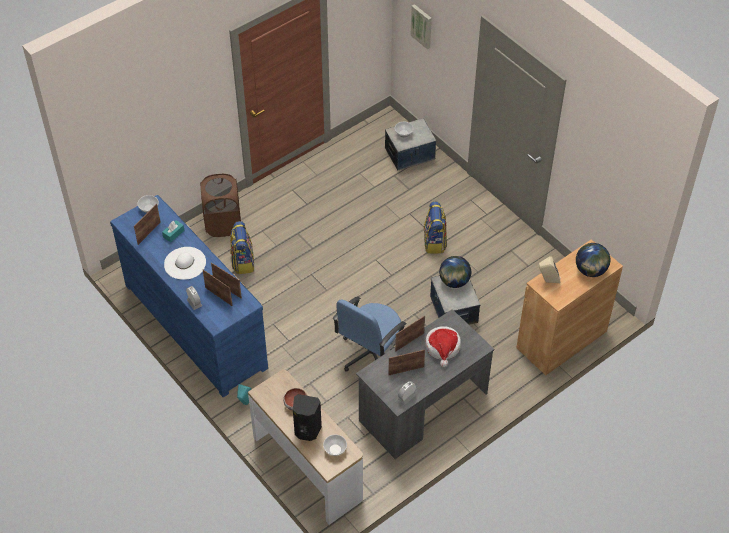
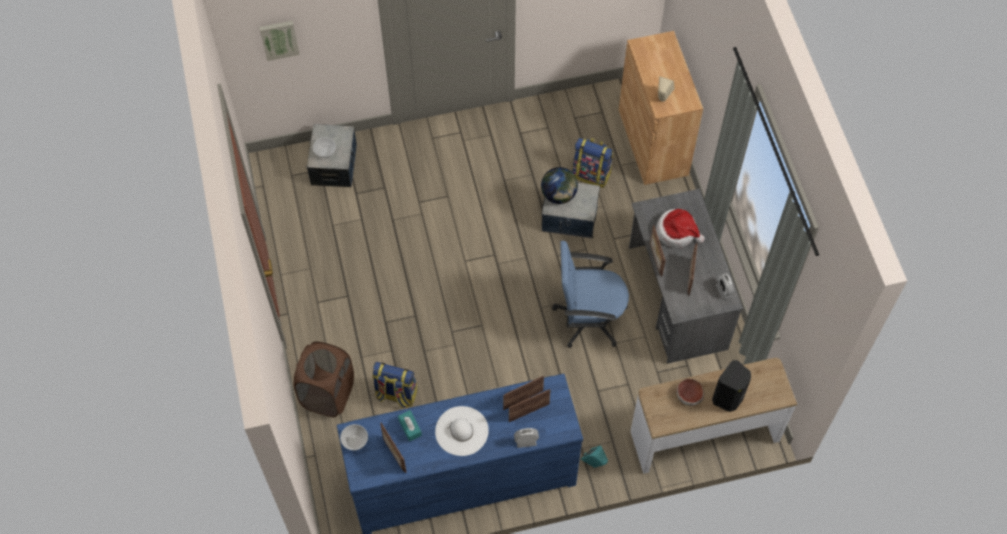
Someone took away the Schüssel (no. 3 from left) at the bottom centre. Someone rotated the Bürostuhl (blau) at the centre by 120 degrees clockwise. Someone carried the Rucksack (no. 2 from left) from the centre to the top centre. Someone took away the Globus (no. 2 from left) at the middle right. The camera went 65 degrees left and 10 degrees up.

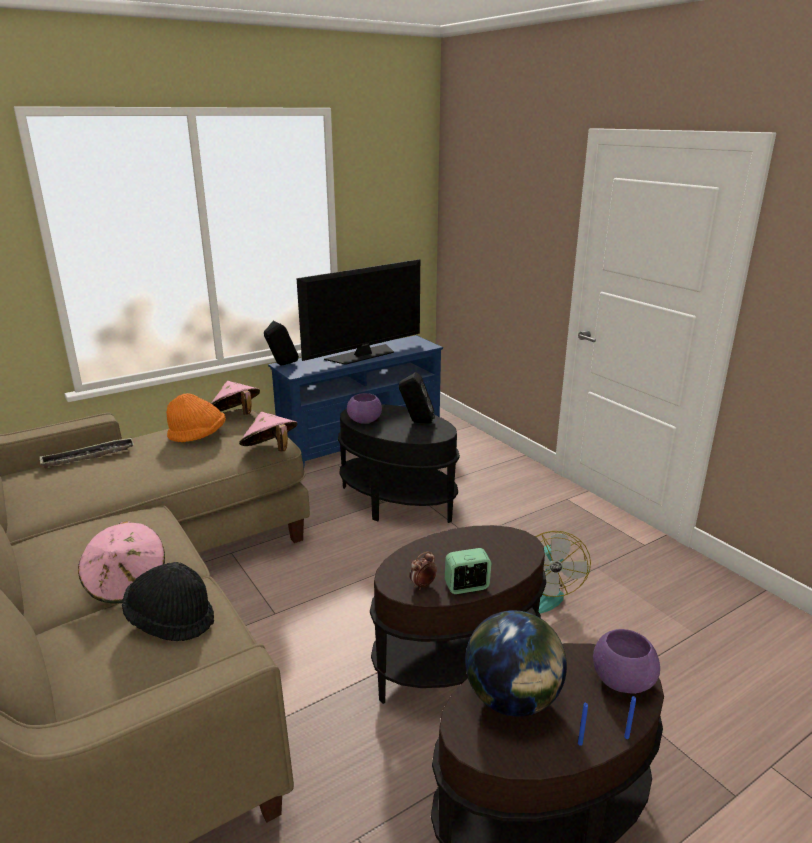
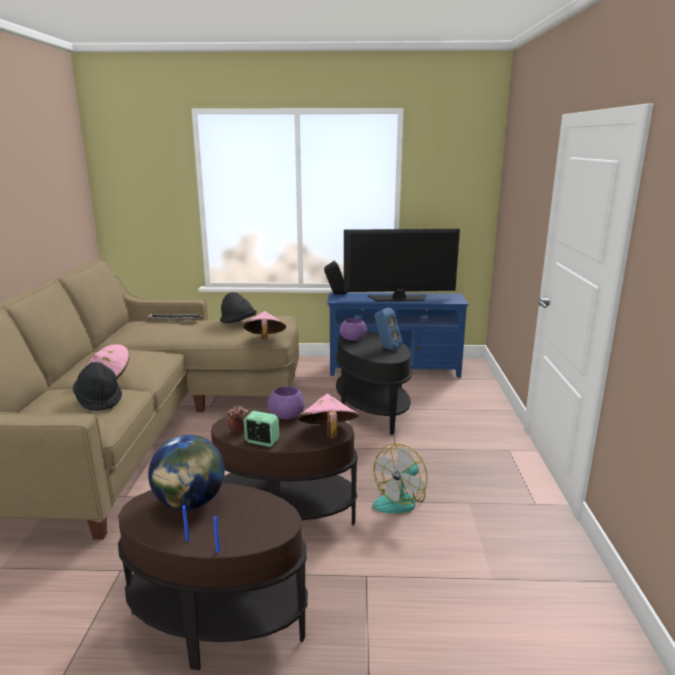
Someone repainted the Hut (orange) at the middle left, which became the Hut (schwarz) (no. 2 from left) at the centre. Someone carried the Hut (rosa) (no. 2 from left in the first image) from the middle left to the centre. Someone repainted the Lautsprecher (schwarz) (no. 2 from left) at the centre, which became the Lautsprecher (blau) at the centre. Someone carried the Schüssel (lila) (no. 2 from left in the first image) from the bottom right to the centre. The camera went 35 degrees right and 5 degrees down.

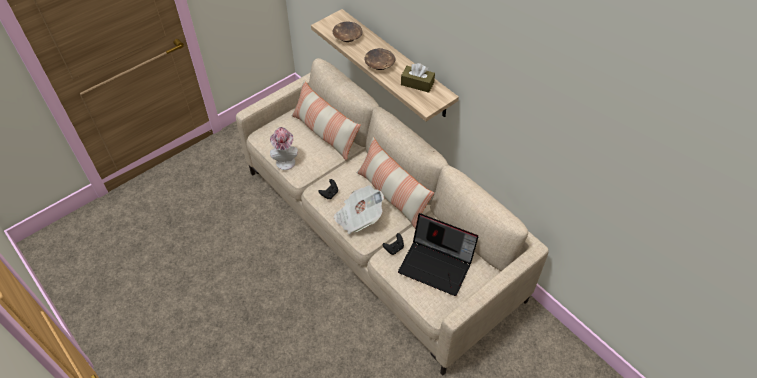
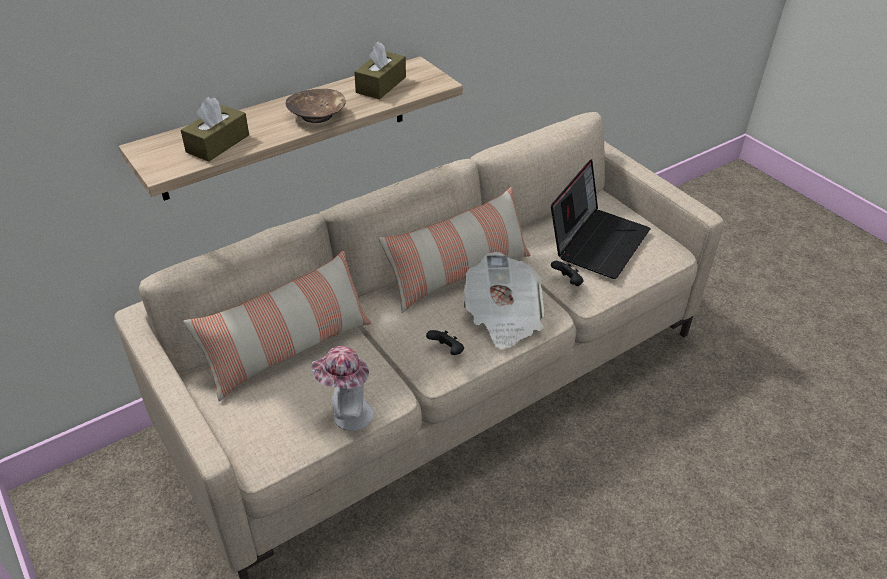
Someone swapped the Schüssel (braun) (no. 1 from left) at the top centre for the Taschentuchbox (braun) (no. 1 from left) at the top left. The camera went 85 degrees left and 10 degrees down.

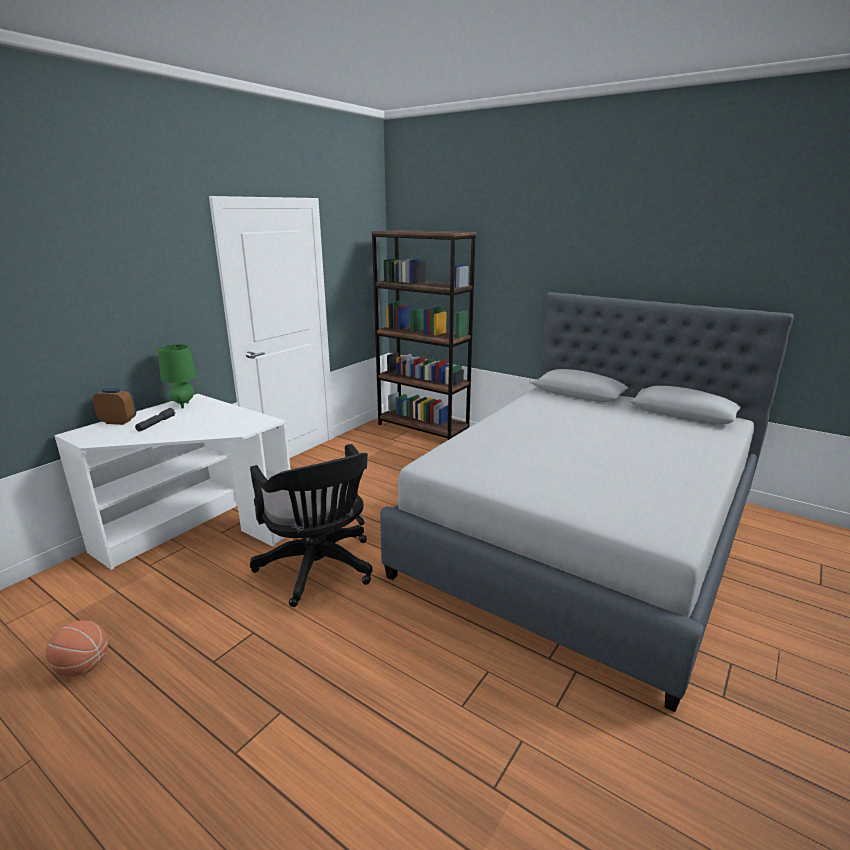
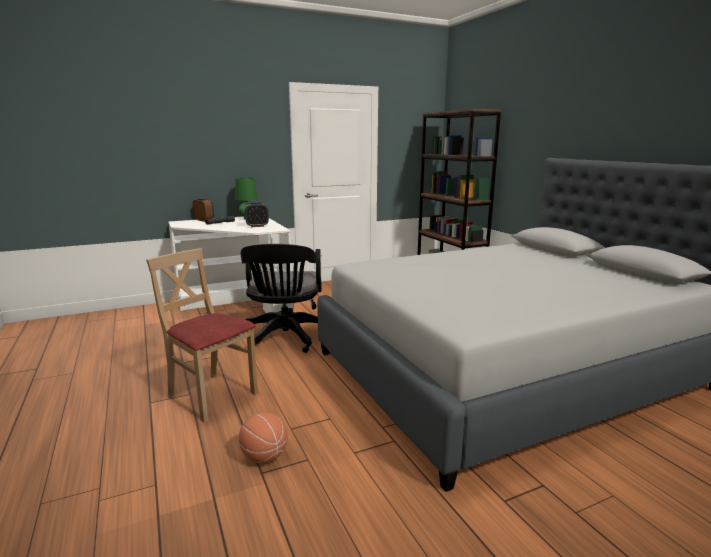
Someone carried the Basketball from the bottom left to the bottom centre. Someone put down the Stuhl (beige) at the middle left. Someone put down the Wecker (no. 2 from left) at the centre. The camera went 30 degrees right and 5 degrees down.

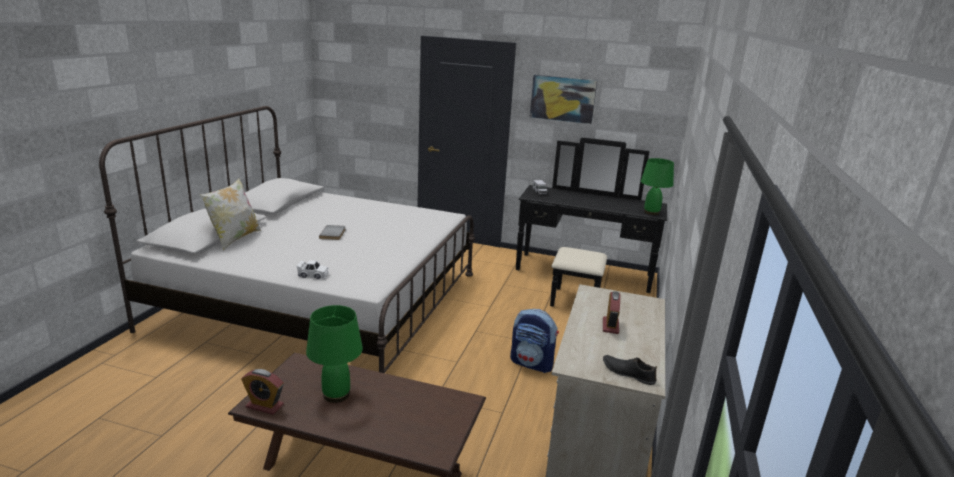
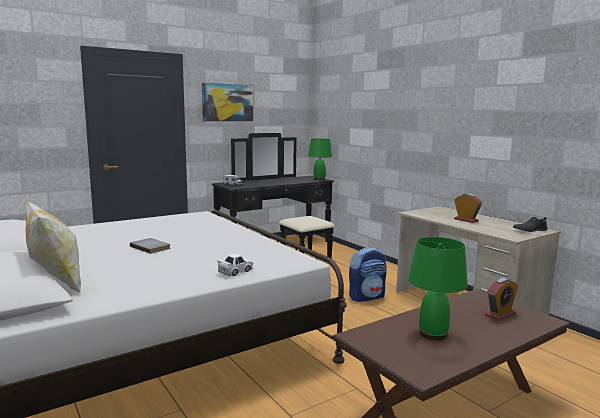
Someone carried the Wecker (no. 1 from left in the first image) from the bottom left to the bottom right. The camera went 50 degrees left and 10 degrees down.

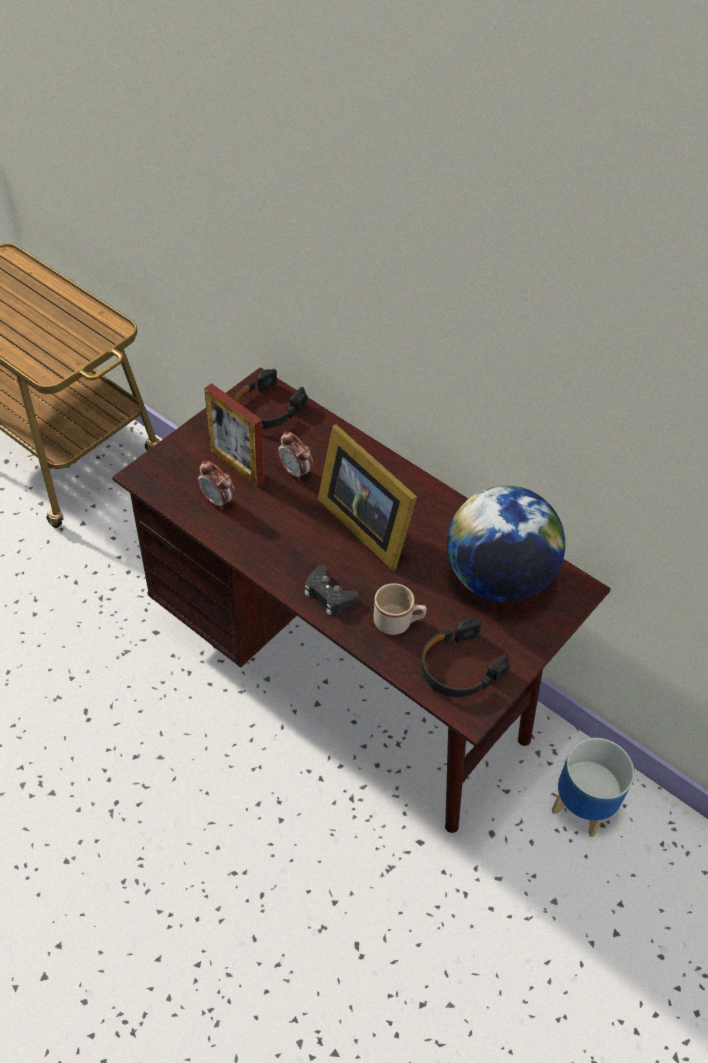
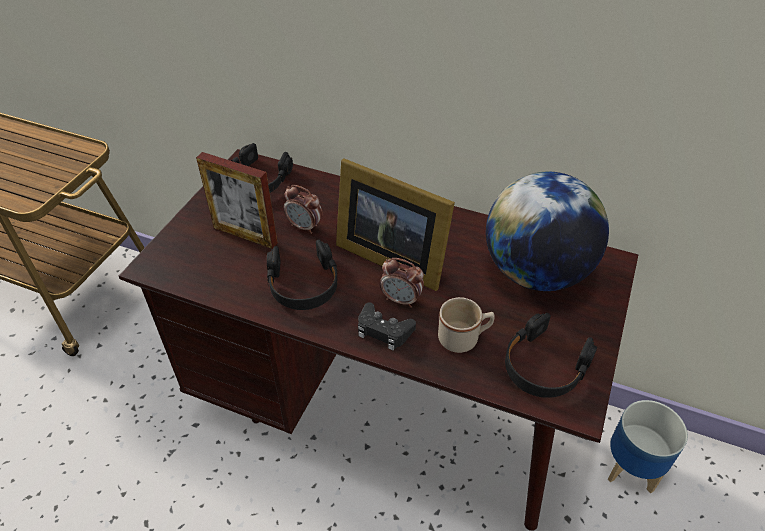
Someone carried the Wecker (no. 1 from left in the first image) from the middle left to the centre. Someone put down the Kopfhörer (schwarz) (no. 2 from left) at the centre. The camera went 15 degrees left and 5 degrees down.

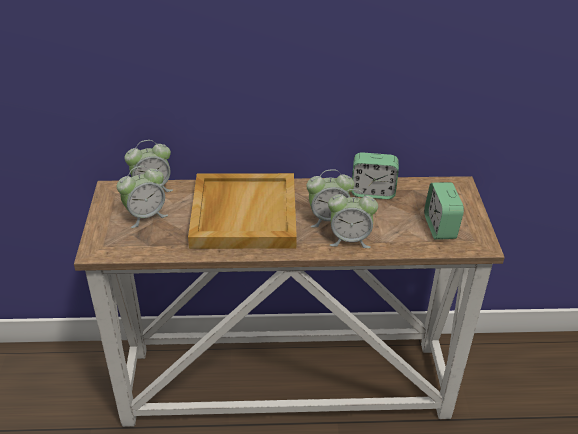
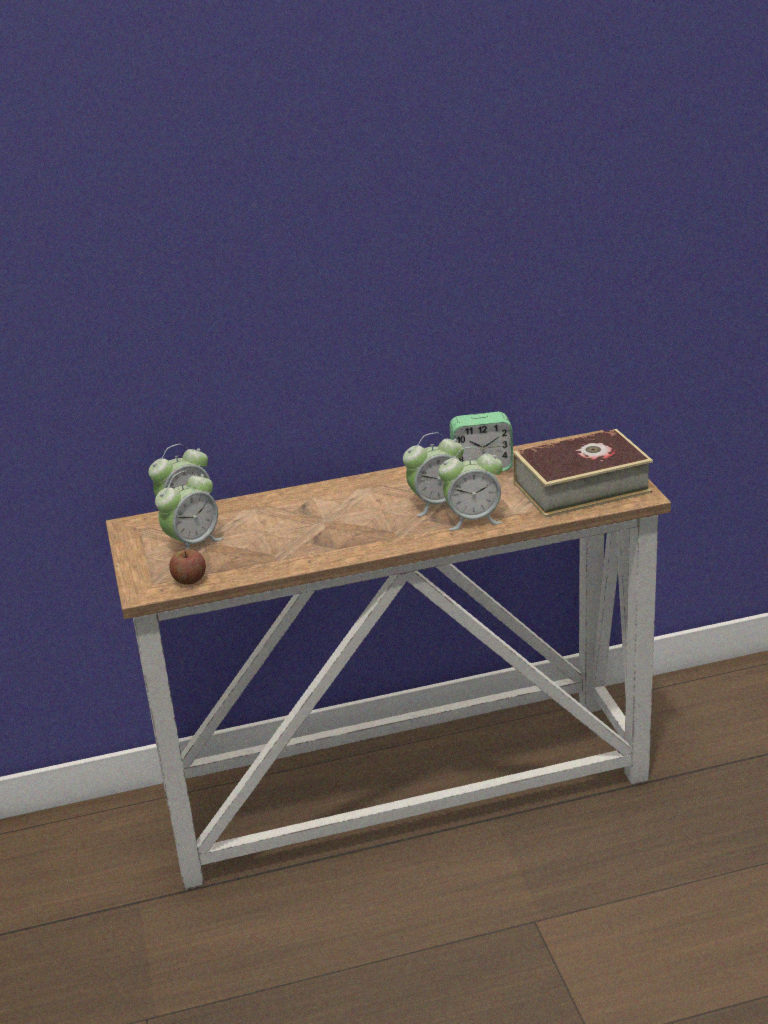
Someone took away the Tablett (beige) at the centre. Someone swapped the Wecker (no. 6 from left) at the middle right for the Buch at the middle right. Someone put down the Apfel at the middle left. The camera went 10 degrees left and 10 degrees down.

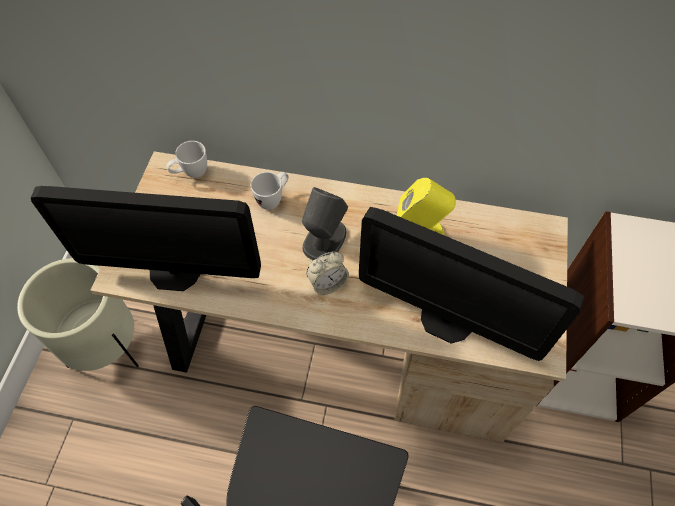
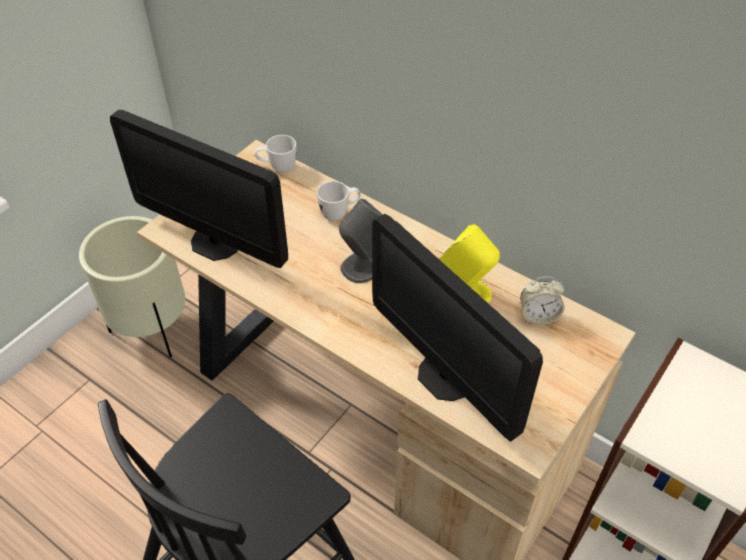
Someone carried the Wecker from the centre to the middle right. The camera went 25 degrees right and 10 degrees down.

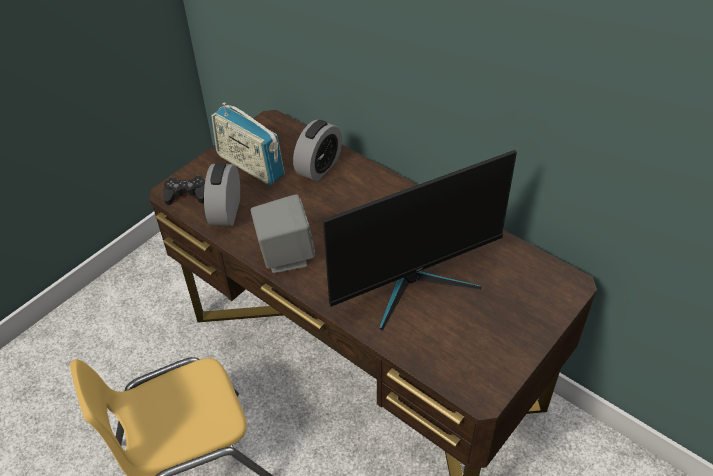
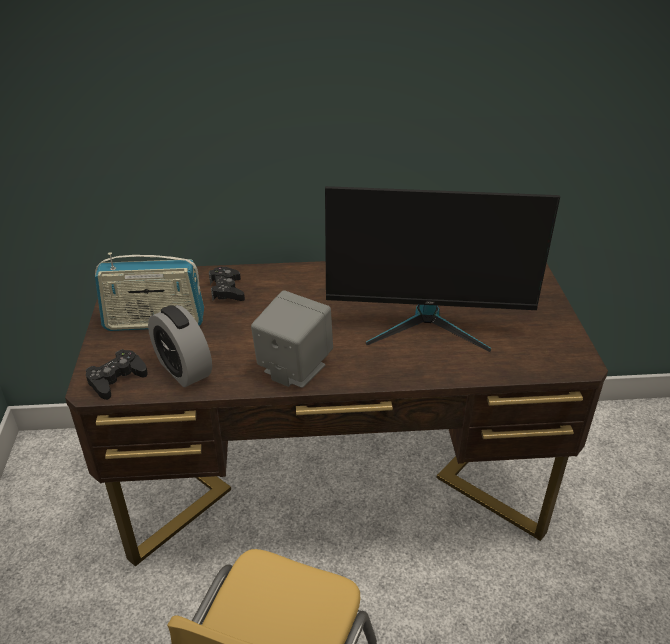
Someone swapped the Wecker (no. 2 from left) at the top centre for the Gamepad (schwarz) (no. 2 from left) at the centre. Someone rotated the Monitor at the centre by 75 degrees clockwise. The camera went 45 degrees left and 10 degrees down.

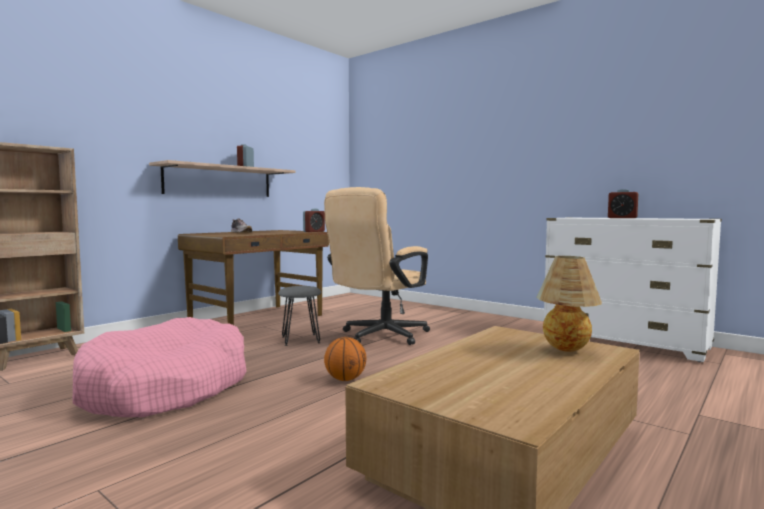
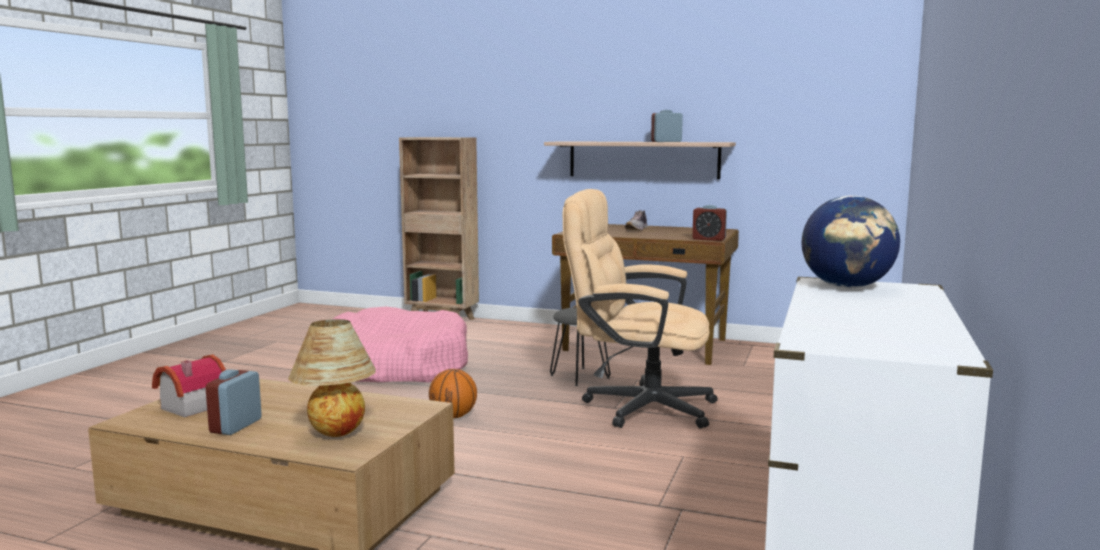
Someone carried the Wecker (no. 3 from left in the first image) from the middle right to the bottom left. Someone put down the Spielzeughaus at the bottom left. Someone put down the Globus at the middle right. The camera went 70 degrees right and 5 degrees up.

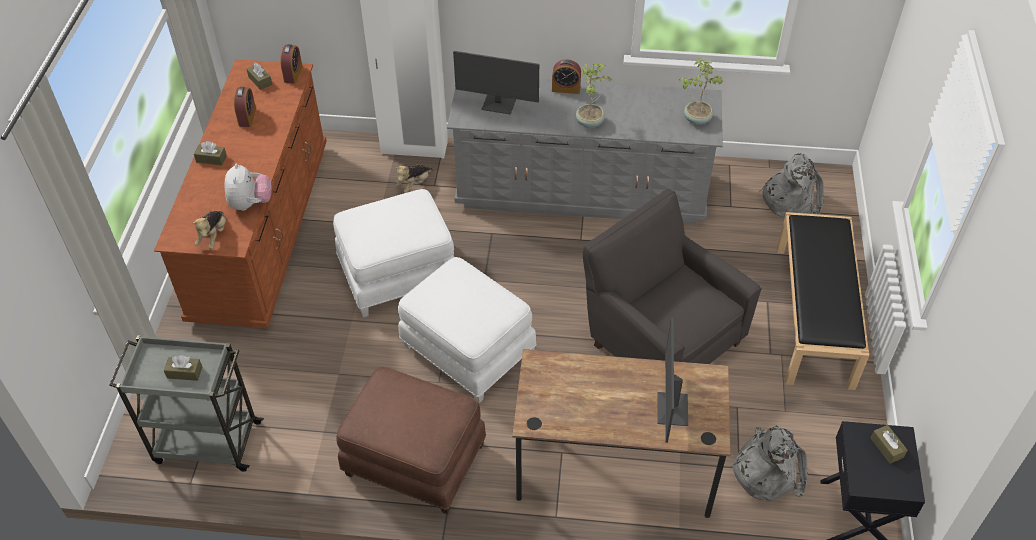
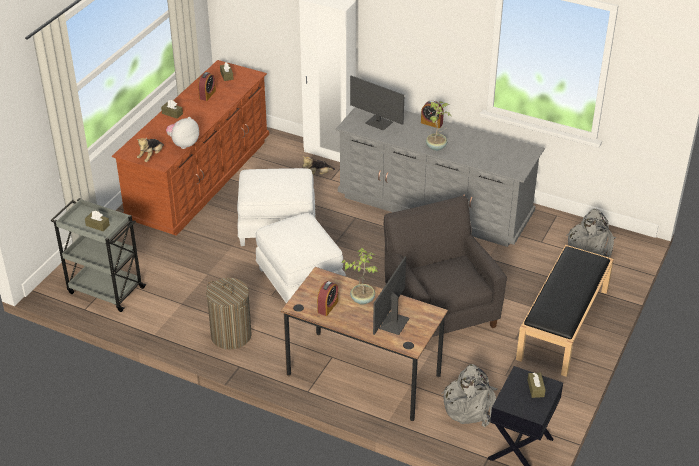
Someone rotated the Plüschtier (no. 2 from left) at the middle left by 150 degrees counterclockwise. Someone carried the Wecker (no. 2 from left) from the top left to the centre. Someone swapped the Polsterhocker (braun) at the bottom centre for the Wäschekorb at the bottom left. Someone carried the Topfpflanze (no. 2 from left in the first image) from the top right to the centre. The camera went 20 degrees right and 10 degrees down.

